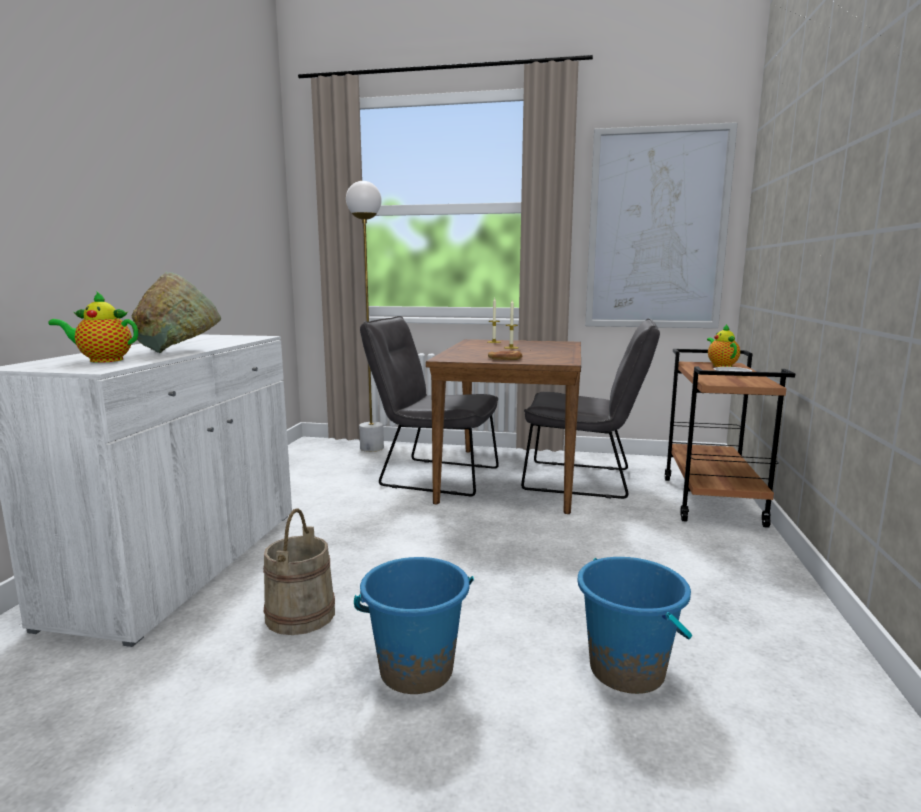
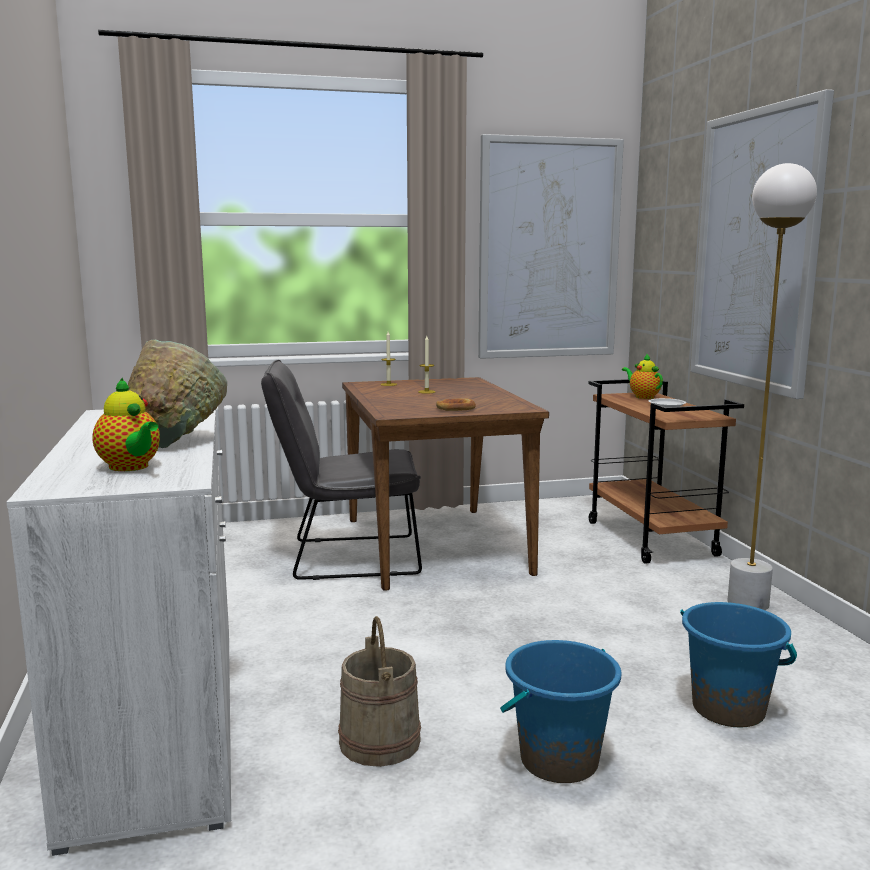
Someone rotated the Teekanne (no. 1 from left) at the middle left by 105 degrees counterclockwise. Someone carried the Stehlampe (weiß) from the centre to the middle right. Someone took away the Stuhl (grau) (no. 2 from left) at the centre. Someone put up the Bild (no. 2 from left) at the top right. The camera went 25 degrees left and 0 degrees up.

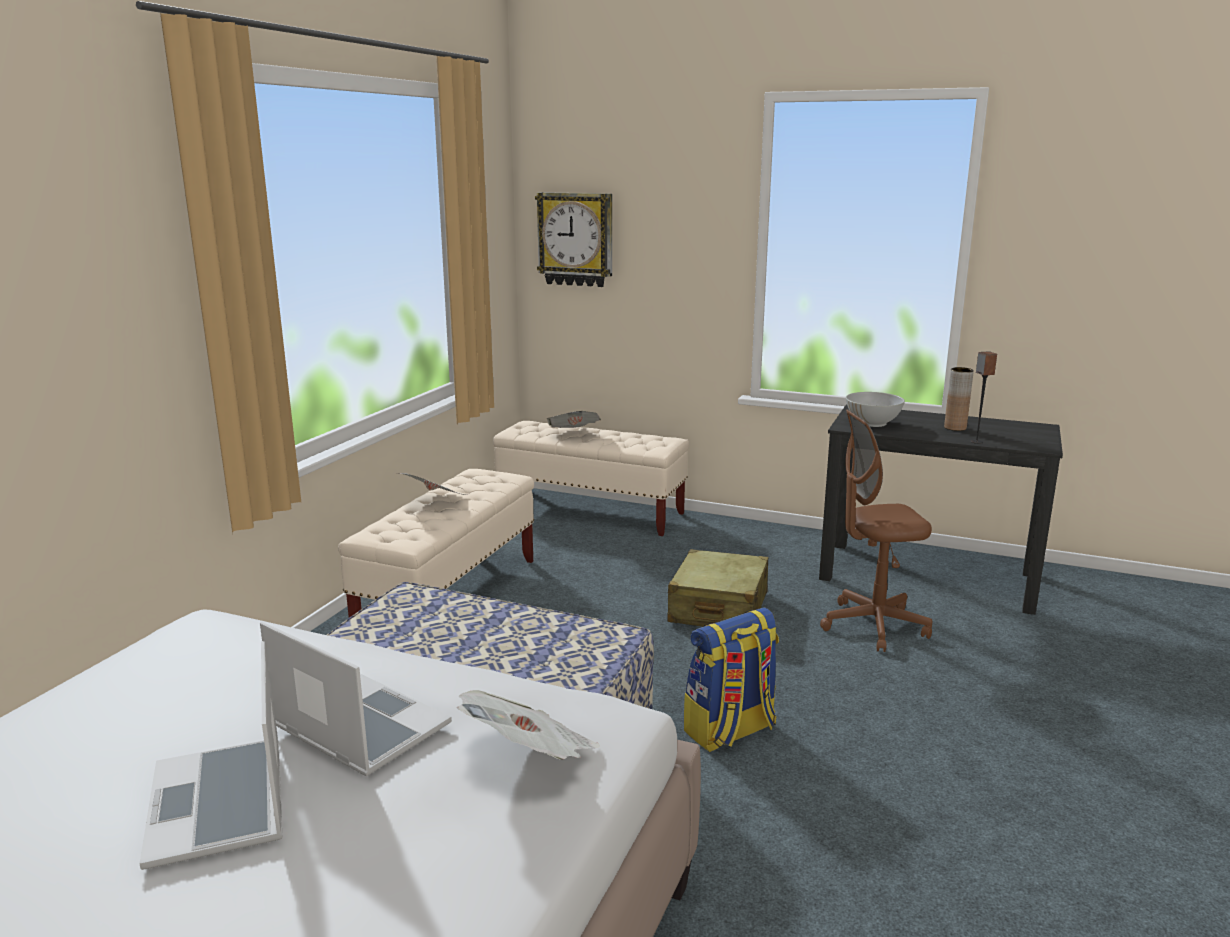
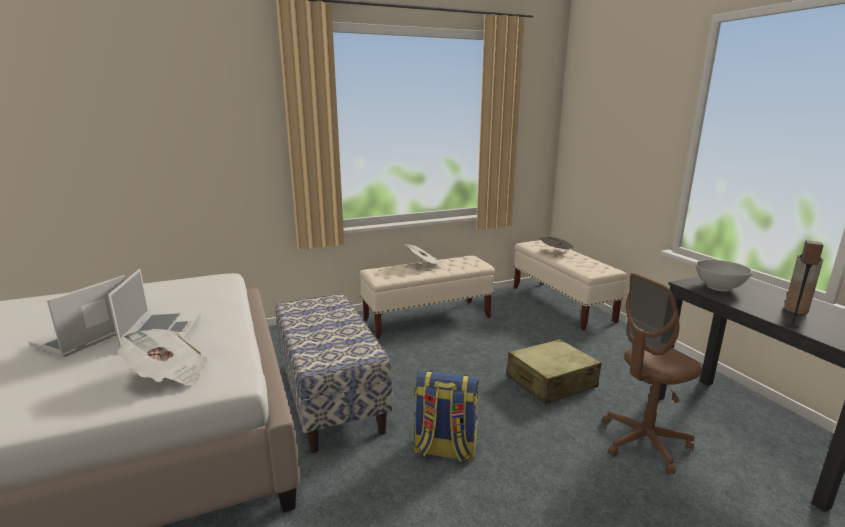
Someone took away the Wanduhr at the top centre. Someone rotated the Bürostuhl (braun) at the middle right by 60 degrees counterclockwise. The camera went 45 degrees right and 0 degrees up.

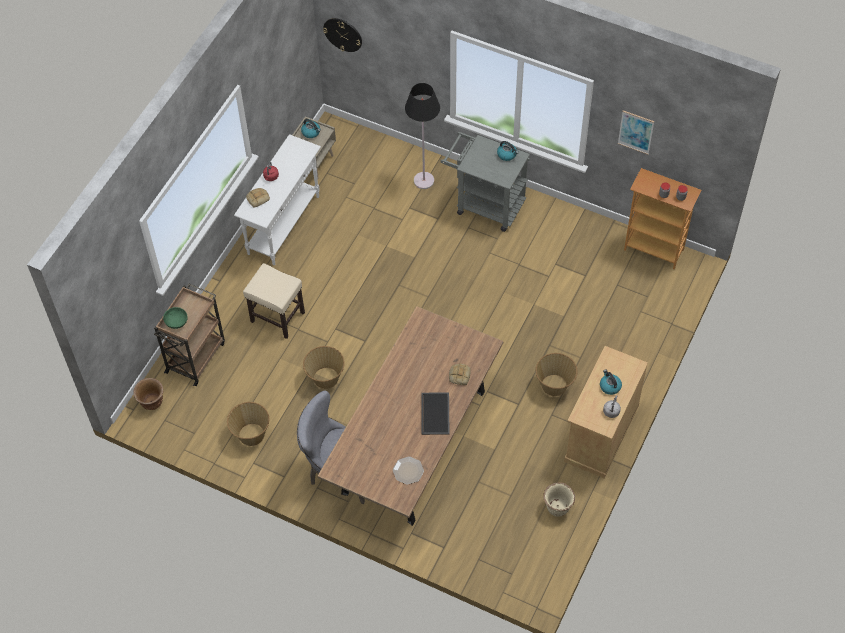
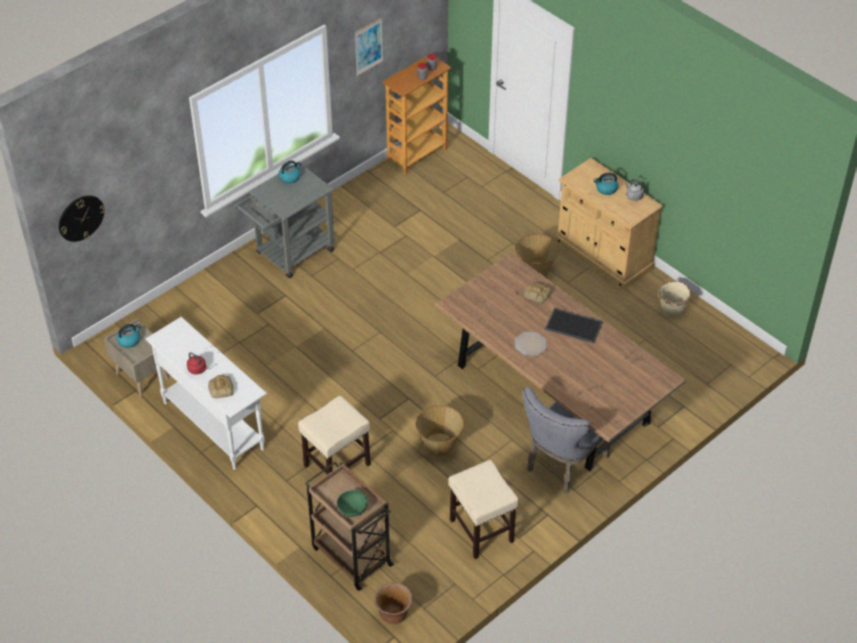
Someone swapped the Korb (no. 1 from left) at the bottom left for the Hocker (beige) (no. 2 from left) at the bottom centre. Someone carried the Teller from the bottom centre to the centre. Someone took away the Stehlampe (schwarz) at the top centre. The camera went 70 degrees left and 10 degrees down.

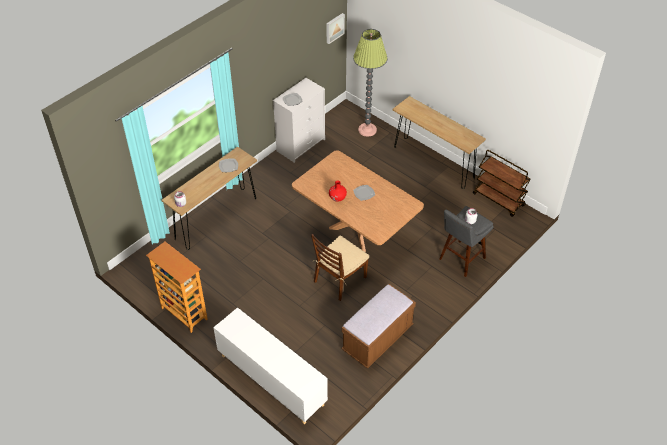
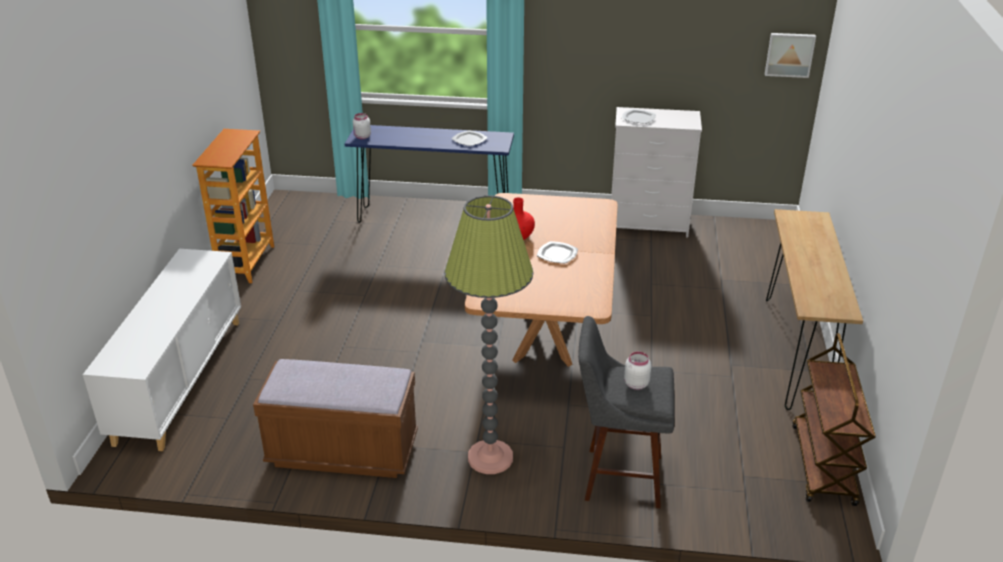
Someone repainted the Konsolentisch (braun) (no. 1 from left) at the middle left, which became the Konsolentisch (blau) at the top centre. Someone took away the Stuhl (braun) at the centre. Someone carried the Stehlampe from the top centre to the centre. The camera went 55 degrees right and 15 degrees down.

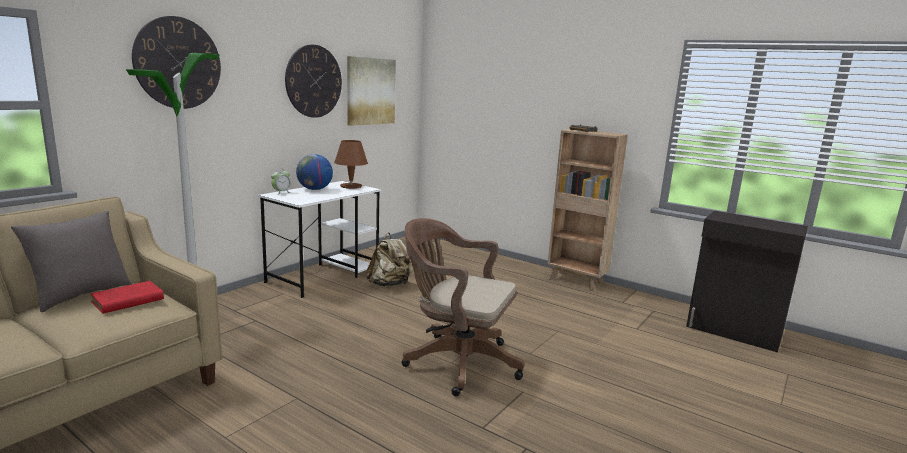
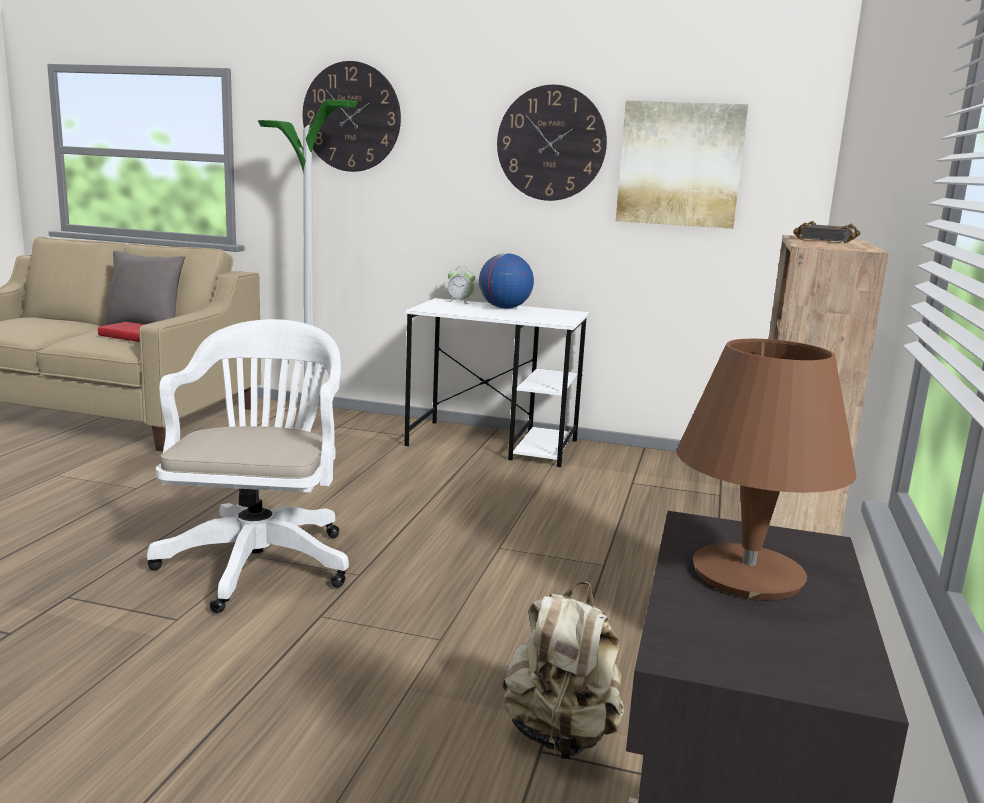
Someone carried the Tischlampe (braun) from the centre to the middle right. Someone carried the Rucksack (beige) from the centre to the bottom centre. Someone repainted the Bürostuhl (braun) at the bottom centre, which became the Bürostuhl (weiß) at the middle left. The camera went 70 degrees right and 0 degrees up.

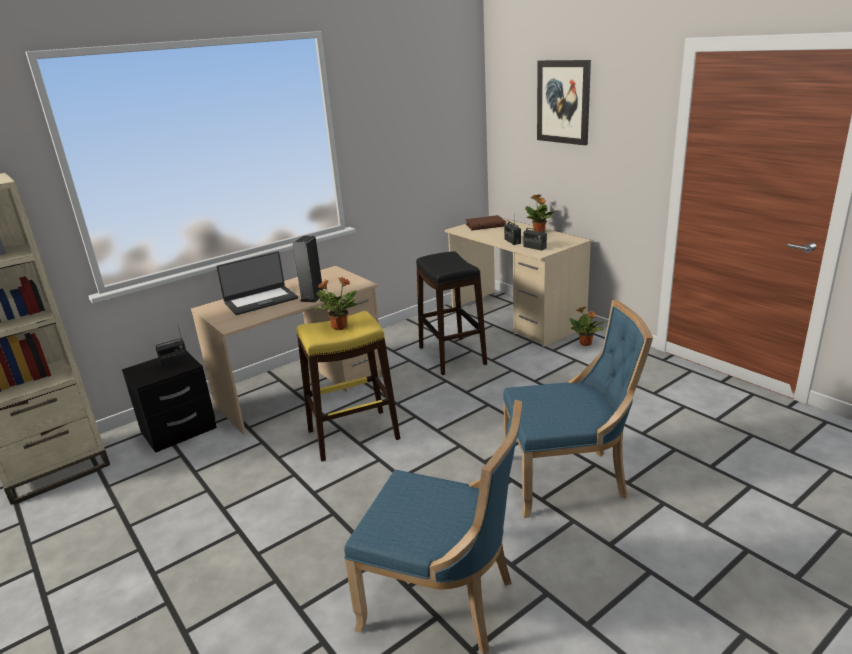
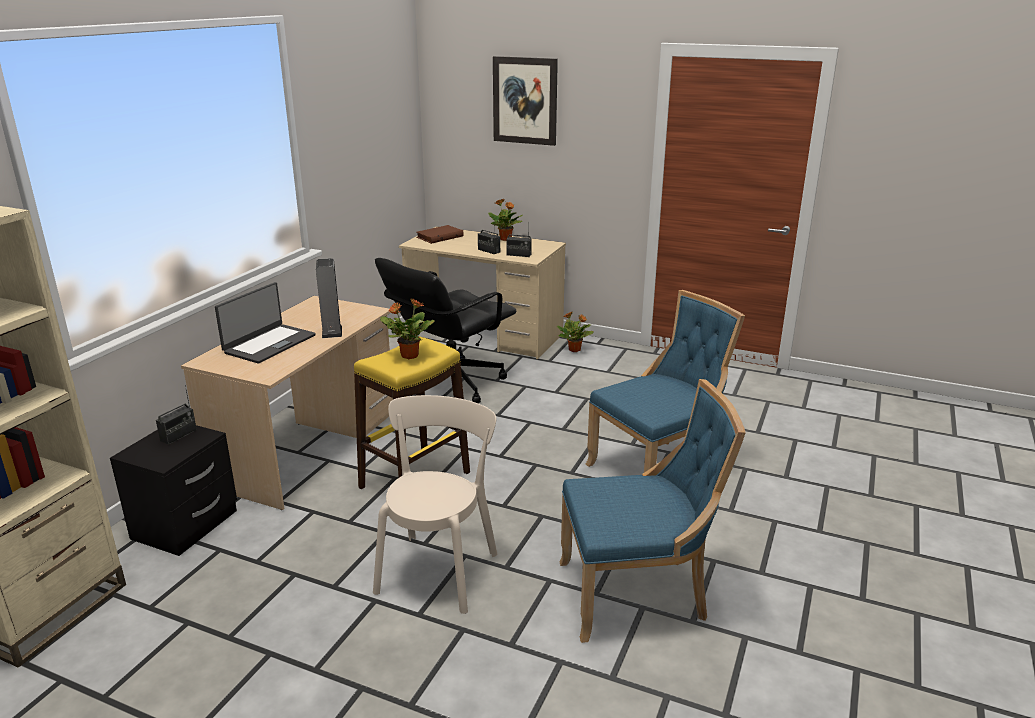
Someone swapped the Hocker (schwarz) at the centre for the Bürostuhl (schwarz) at the centre. Someone put down the Stuhl (beige) at the bottom centre. The camera went 30 degrees left and 0 degrees up.

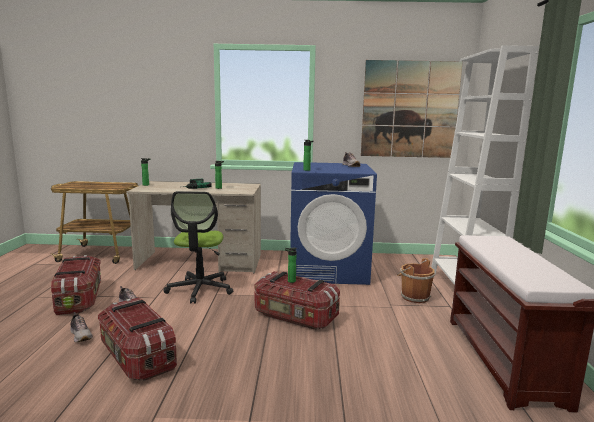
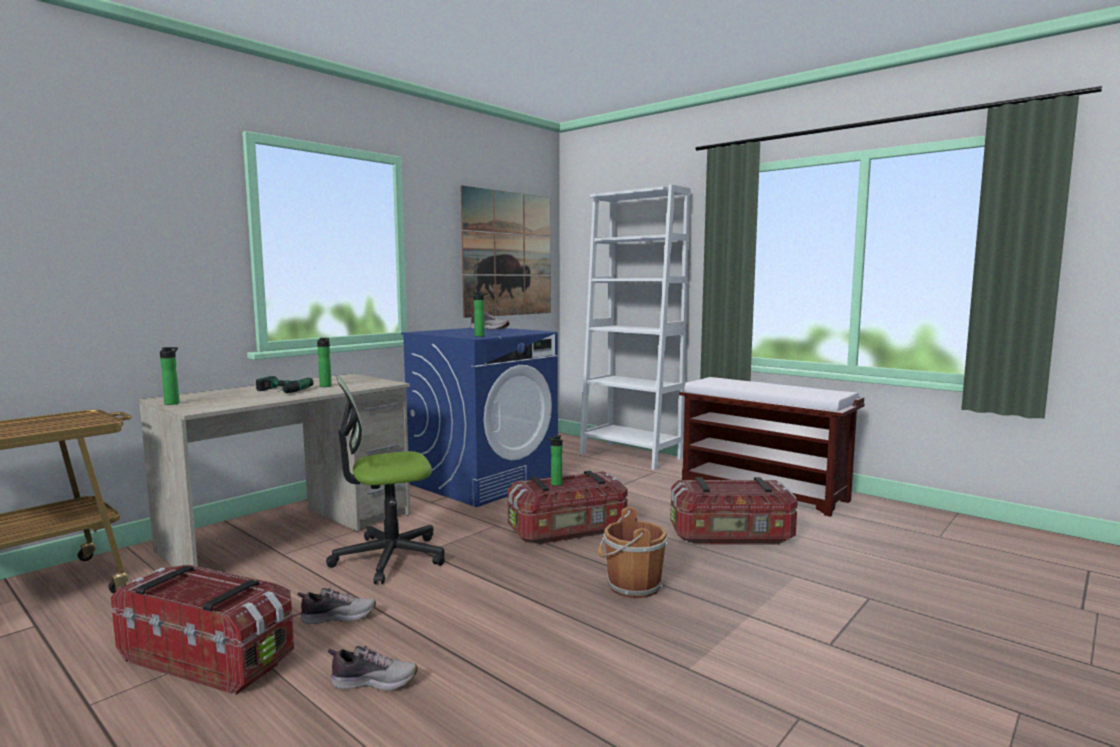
Someone carried the Aufbewahrungsbox (no. 2 from left in the first image) from the bottom left to the bottom centre. Someone rotated the Bürostuhl at the centre by 120 degrees clockwise. Someone carried the Eimer (braun) from the middle right to the bottom centre. The camera went 50 degrees left and 5 degrees down.

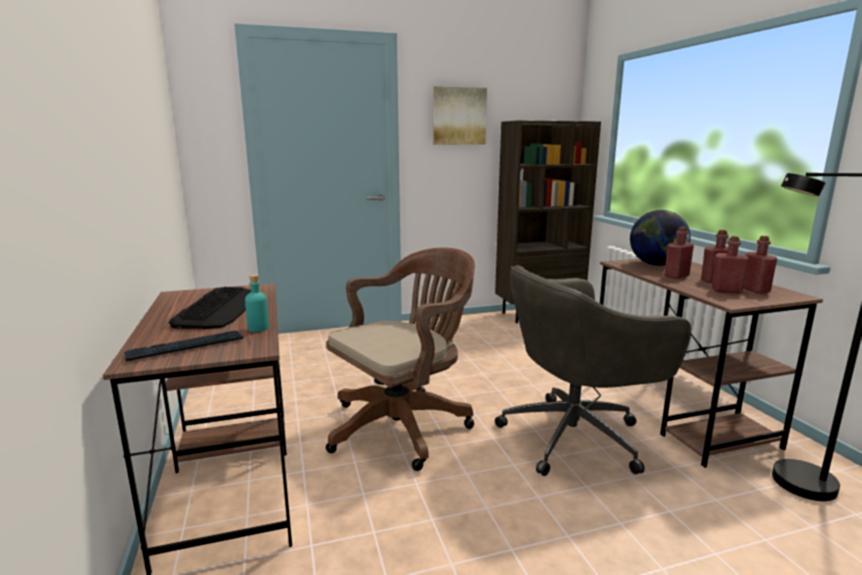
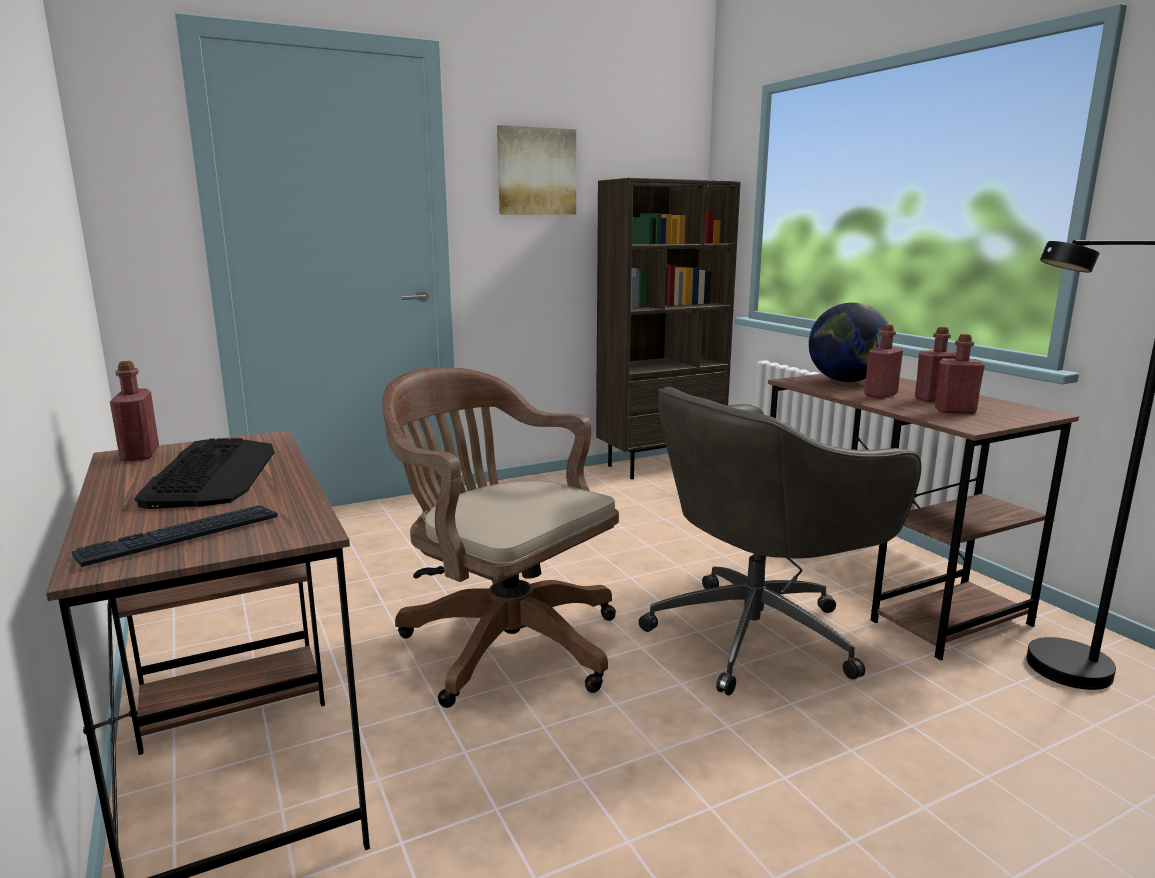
Someone took away the Flasche (türkis) at the middle left. Someone rotated the Bürostuhl (braun) at the centre by 90 degrees counterclockwise. Someone carried the Flasche (rot) (no. 4 from left in the first image) from the middle right to the middle left. The camera went 10 degrees left and 0 degrees up.

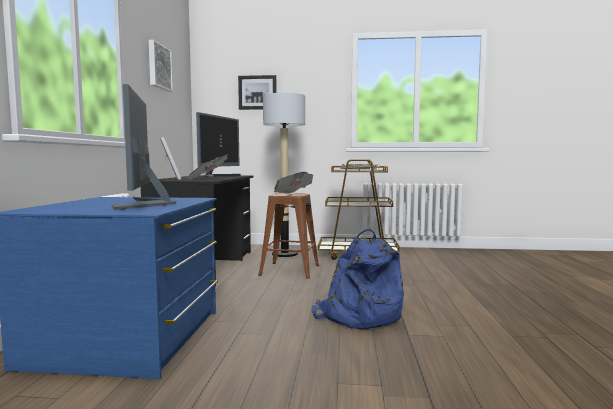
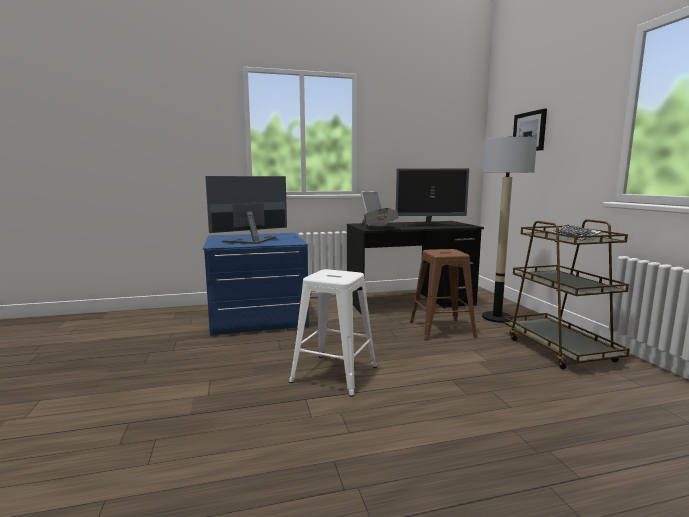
Someone took away the Bild (no. 1 from left) at the top left. Someone took away the Zeitung (no. 2 from left) at the centre. Someone swapped the Rucksack (blau) at the bottom centre for the Hocker (weiß) at the centre. The camera went 70 degrees right and 5 degrees up.

